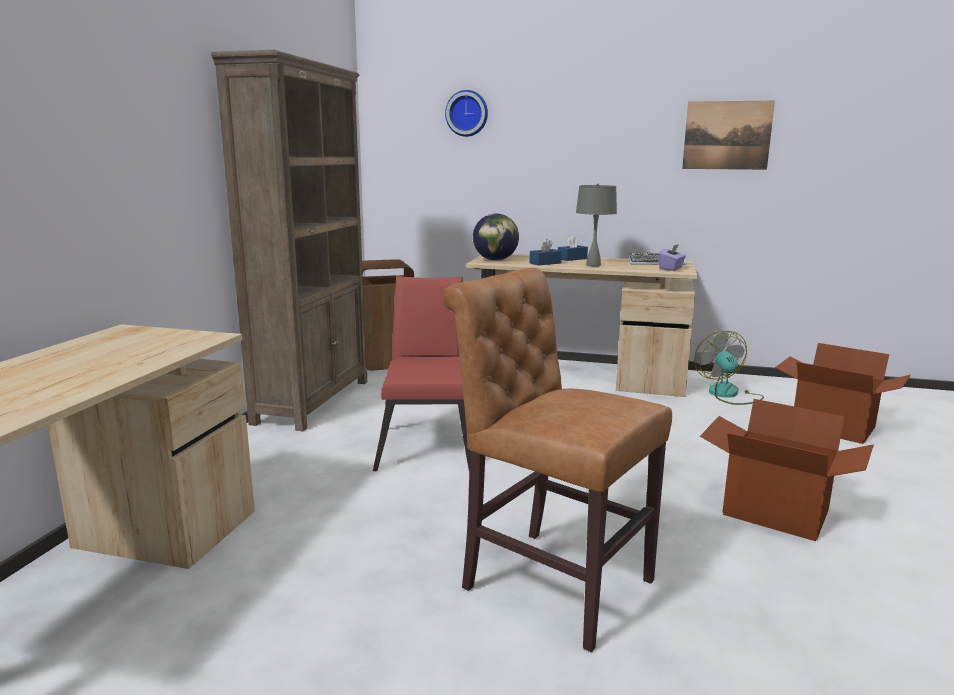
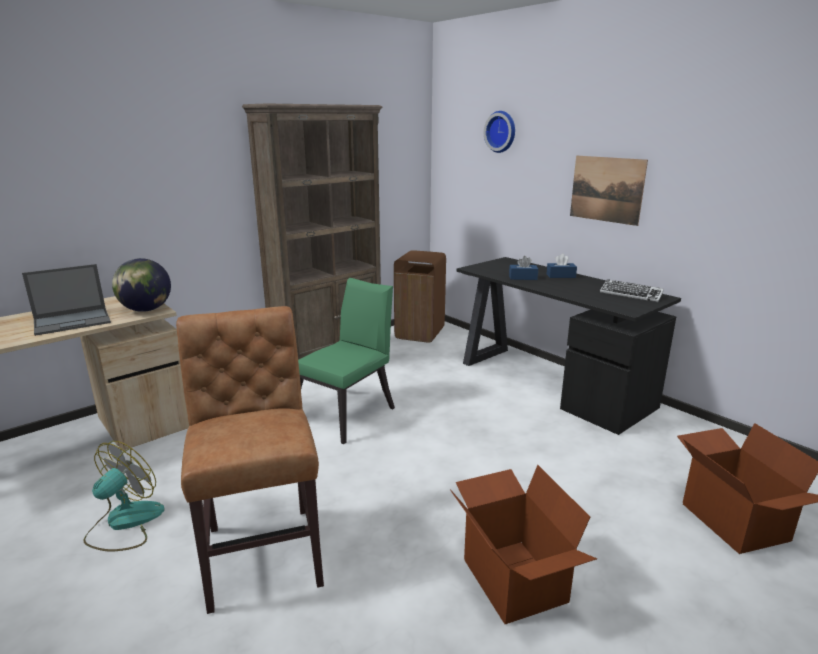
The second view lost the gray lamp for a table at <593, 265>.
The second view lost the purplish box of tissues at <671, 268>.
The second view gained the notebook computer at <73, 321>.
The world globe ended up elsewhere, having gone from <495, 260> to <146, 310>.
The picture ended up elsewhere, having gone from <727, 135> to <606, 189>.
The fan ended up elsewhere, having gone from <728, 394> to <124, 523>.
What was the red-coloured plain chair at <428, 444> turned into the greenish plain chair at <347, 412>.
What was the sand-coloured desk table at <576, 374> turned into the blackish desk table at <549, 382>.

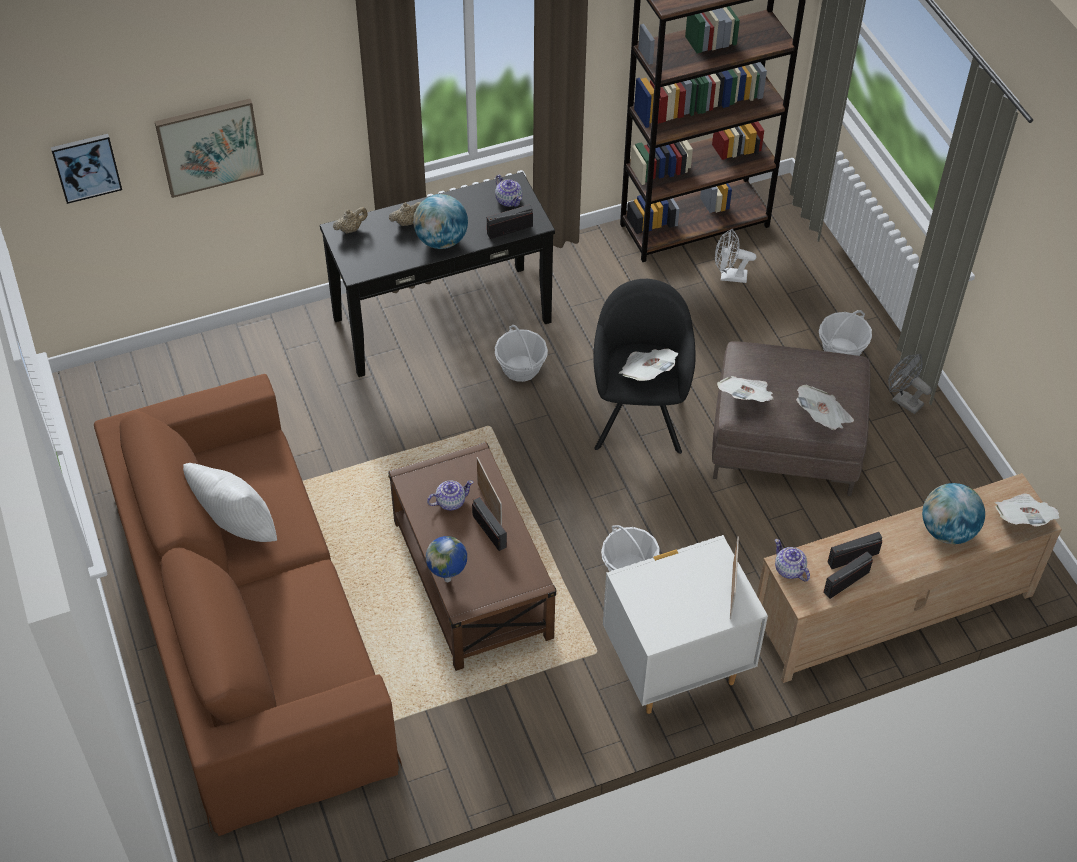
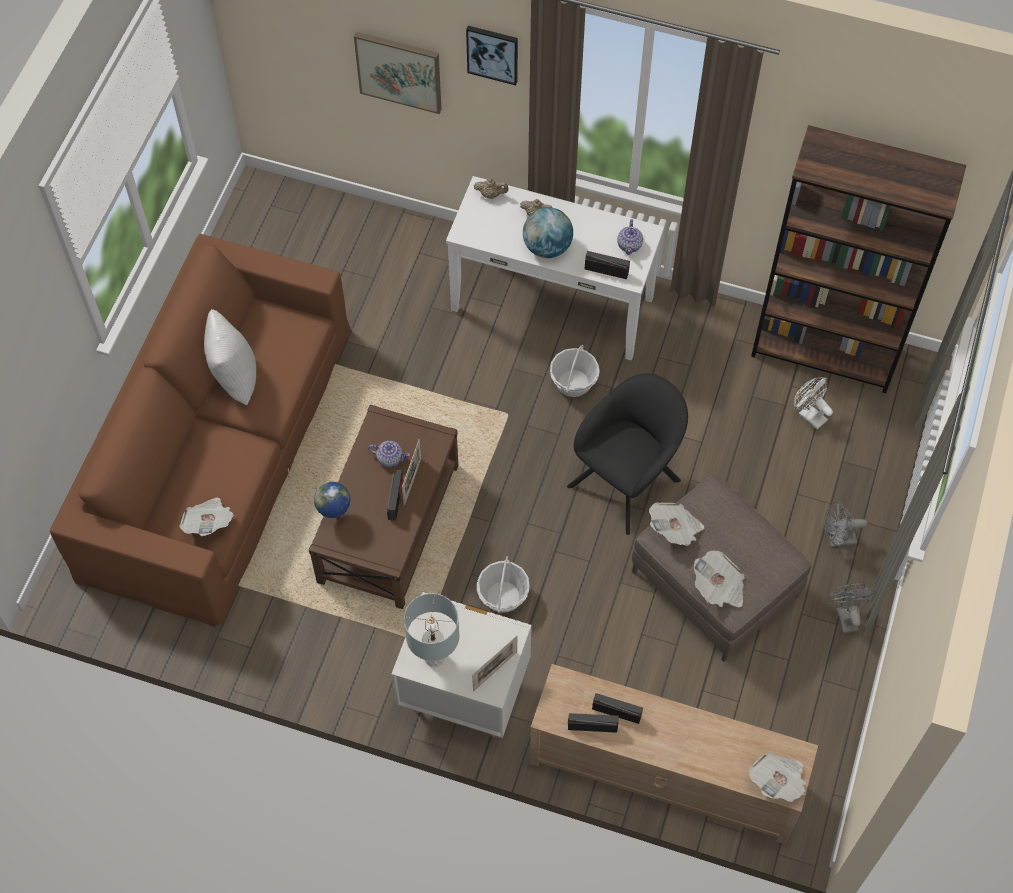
The second view lost the pot for tea at <789, 570>.
The second view lost the world globe at <947, 531>.
The second view gained the gray lamp for a table at <434, 657>.
The picture ended up elsewhere, having gone from <86, 167> to <493, 53>.
The newspaper ended up elsewhere, having gone from <647, 373> to <209, 523>.
Where the basket stood at <841, 351>, the gray fan came to stand at <837, 539>.
What was the blackish narrow table at <442, 319> turned into the whitish narrow table at <552, 303>.

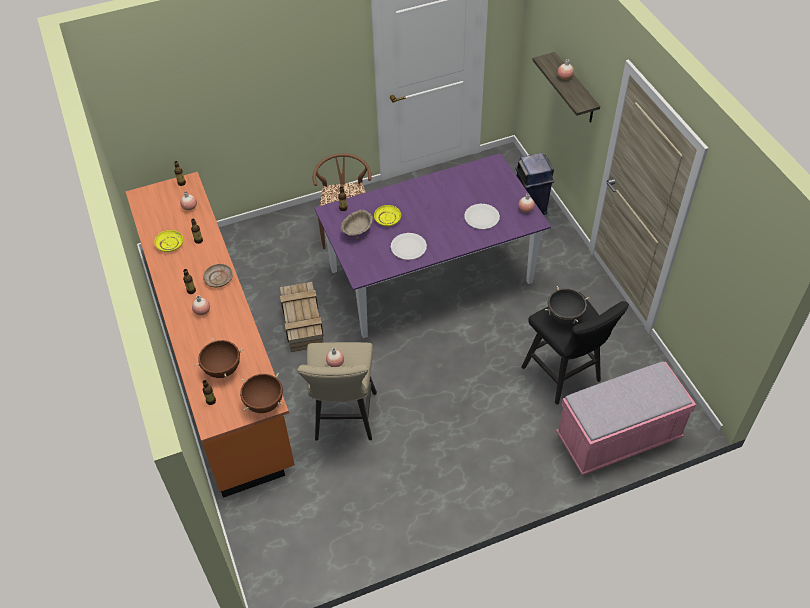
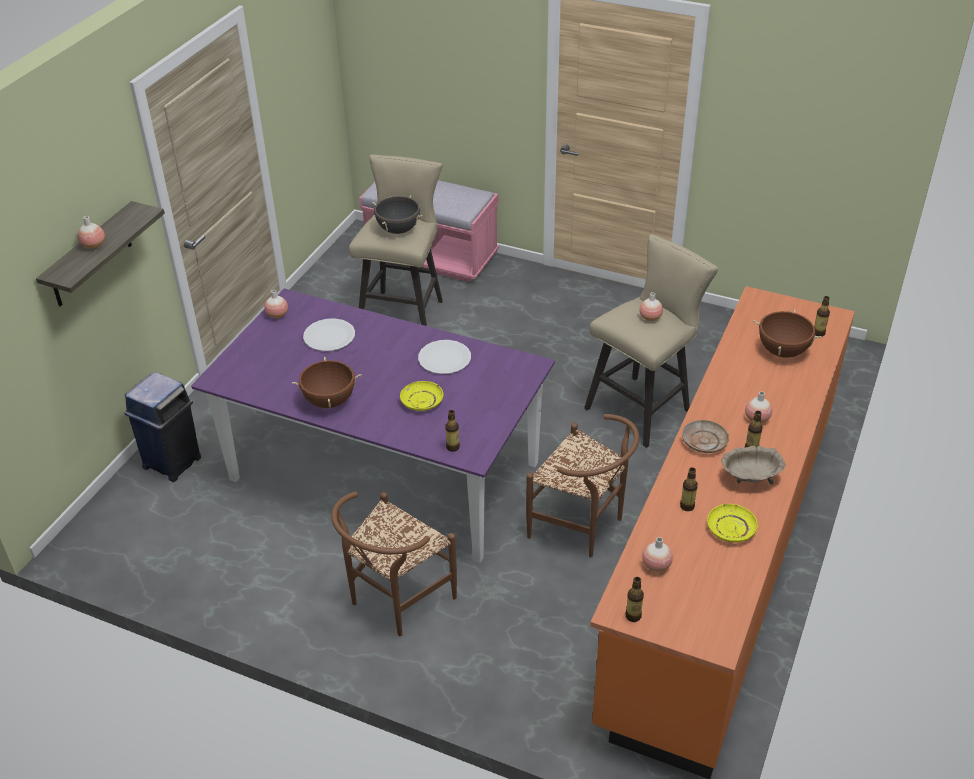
The brown cooking pot ended up elsewhere, having gone from <264, 403> to <329, 401>.
The sand-coloured deep dish ended up elsewhere, having gone from <357, 231> to <750, 478>.
Where the crate stood at <302, 321>, the brown plain chair came to stand at <583, 527>.
What was the blackish stool at <565, 377> turned into the sand-coloured stool at <404, 311>.

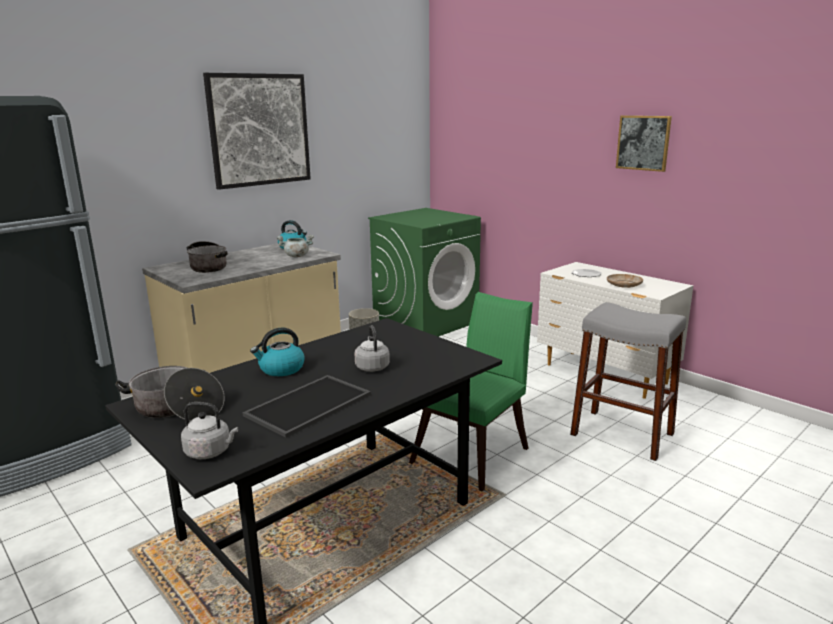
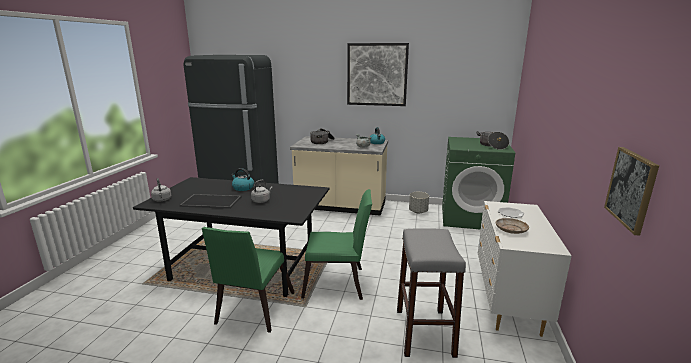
The second view gained the greenish plain chair at <253, 311>.
The cooking pot ended up elsewhere, having gone from <177, 409> to <492, 145>.
The picture ended up elsewhere, having gone from <643, 143> to <631, 188>.

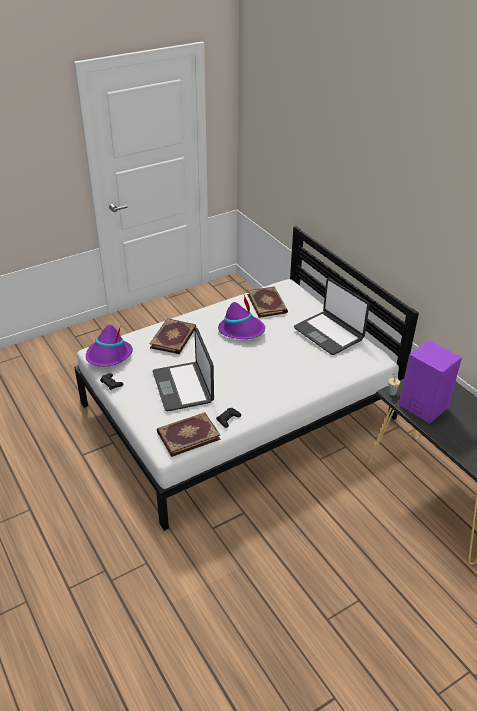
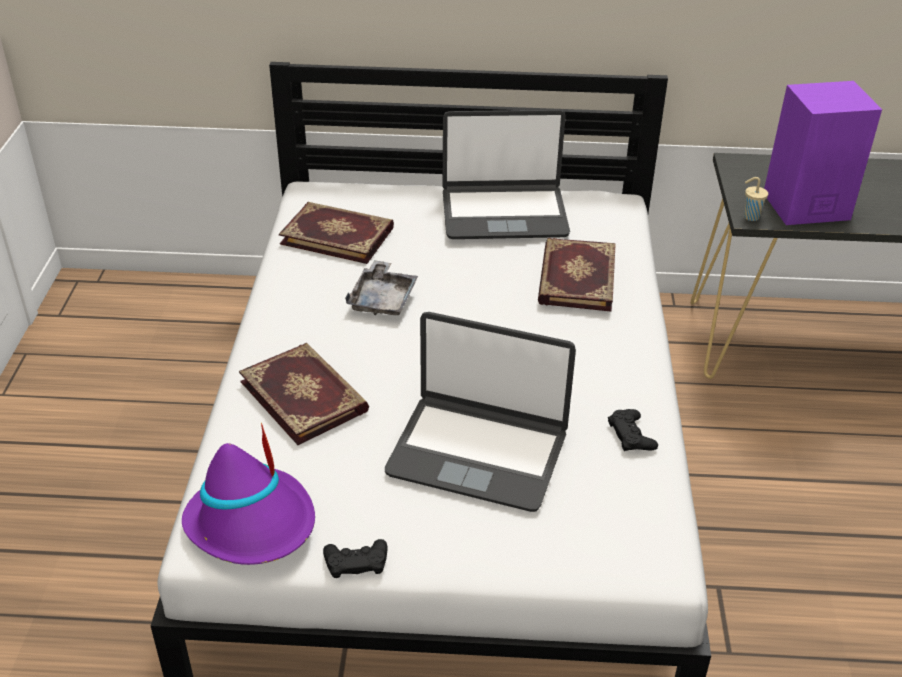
The volume ended up elsewhere, having gone from <188, 435> to <575, 278>.
Where the purplish hat stood at <242, 330>, the gray serving tray came to stand at <383, 299>.

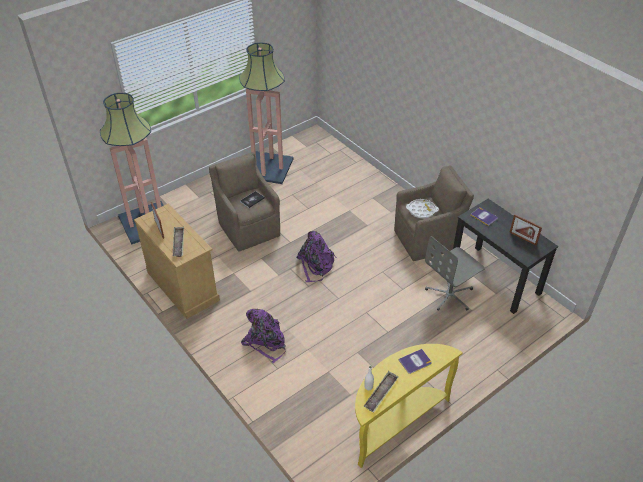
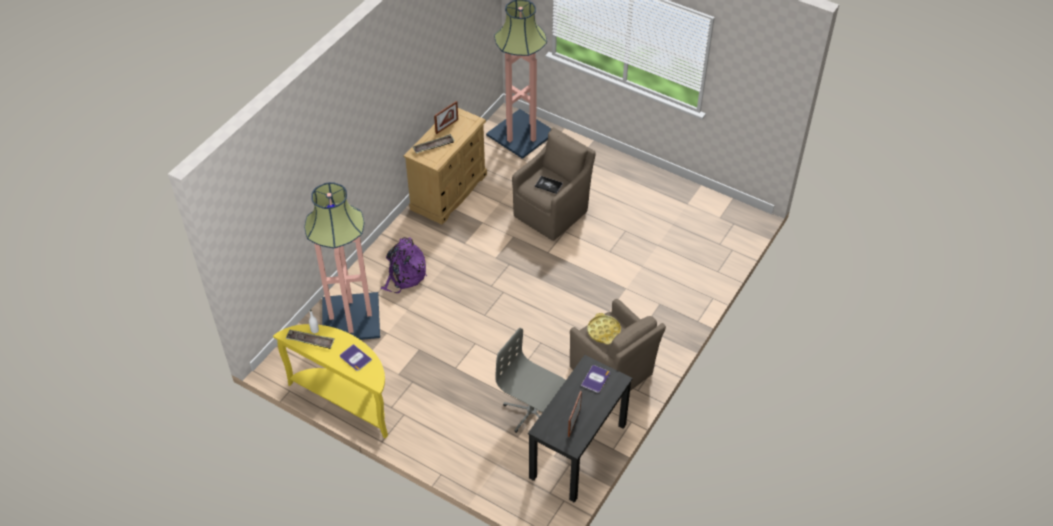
The second view lost the purplish knapsack at <315, 265>.
The floor lamp ended up elsewhere, having gone from <267, 167> to <351, 318>.
What was the whitish serving tray at <421, 211> turned into the yellowish serving tray at <603, 331>.

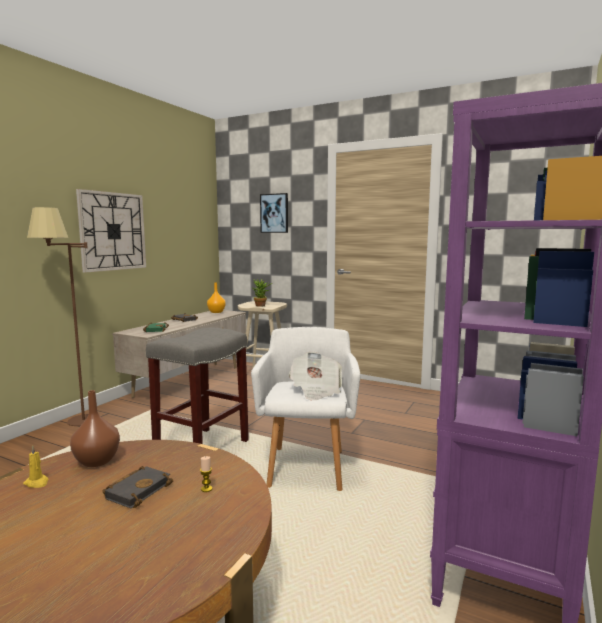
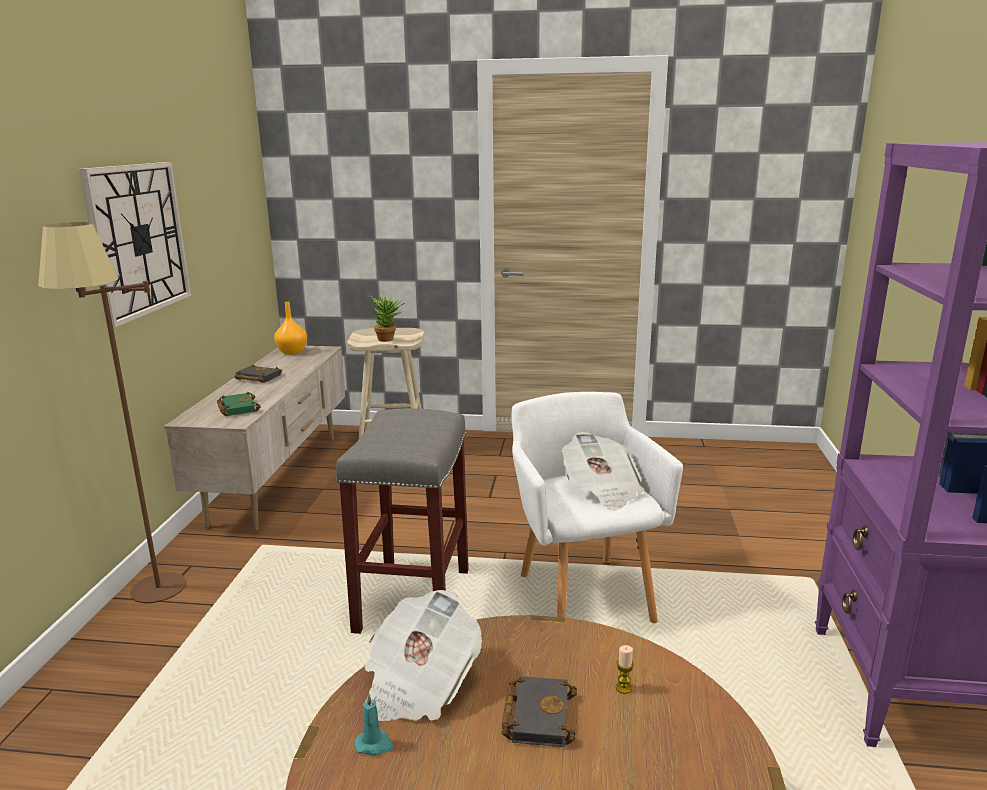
The second view lost the picture at <274, 213>.
Where the brown vase stood at <96, 462>, the newspaper came to stand at <418, 684>.
What was the yellowish candle at <37, 483> turned into the blue-green candle at <374, 744>.

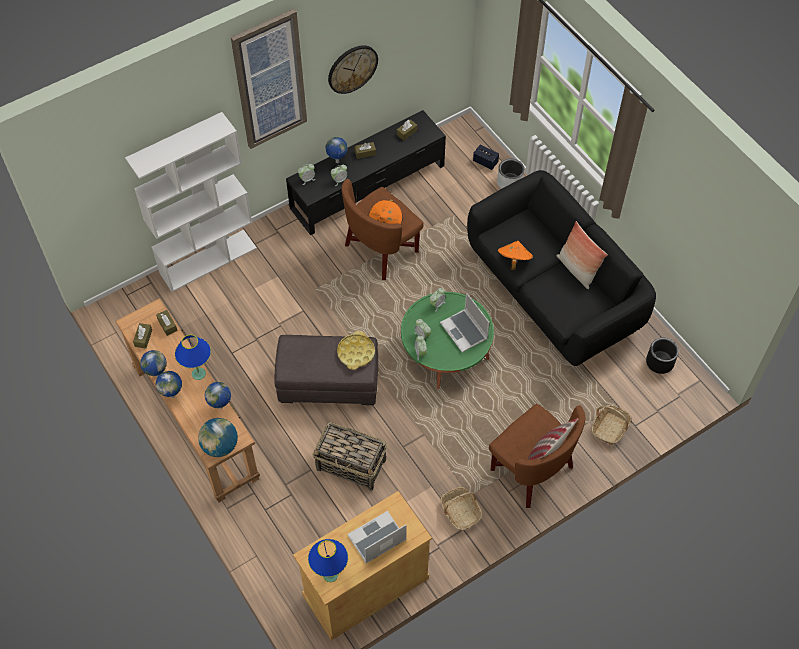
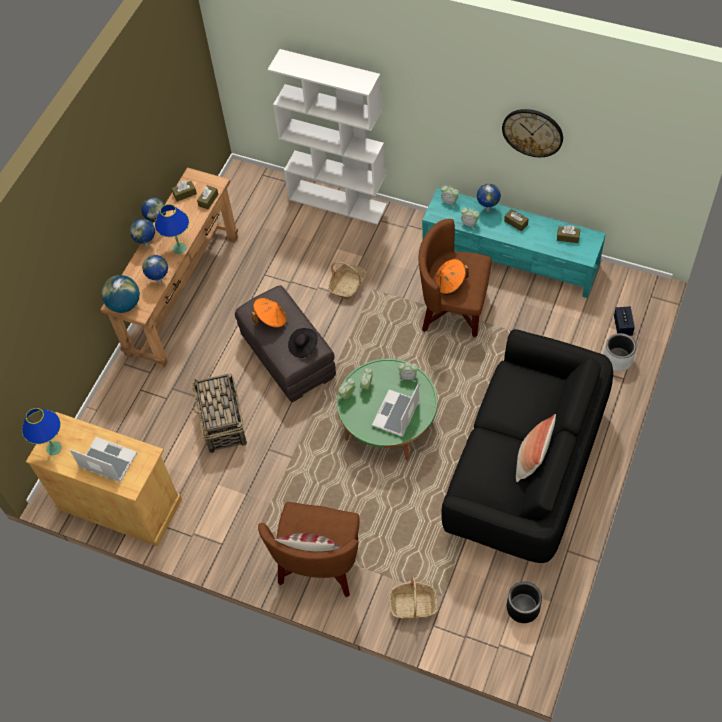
The second view lost the picture at <269, 80>.
The basket ended up elsewhere, having gone from <460, 512> to <347, 285>.
The orange-coloured hat ended up elsewhere, having gone from <514, 260> to <271, 319>.
Where the yellowish serving tray stood at <356, 353>, the blackish hat came to stand at <303, 346>.
What was the blackish tv stand at <368, 186> turned into the blue-green tv stand at <511, 258>.

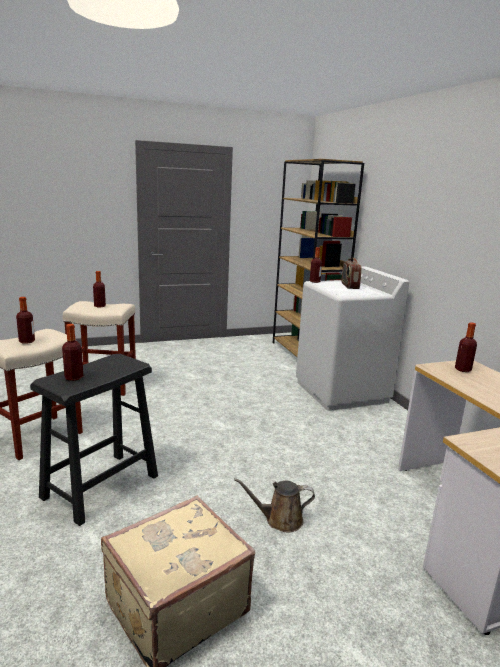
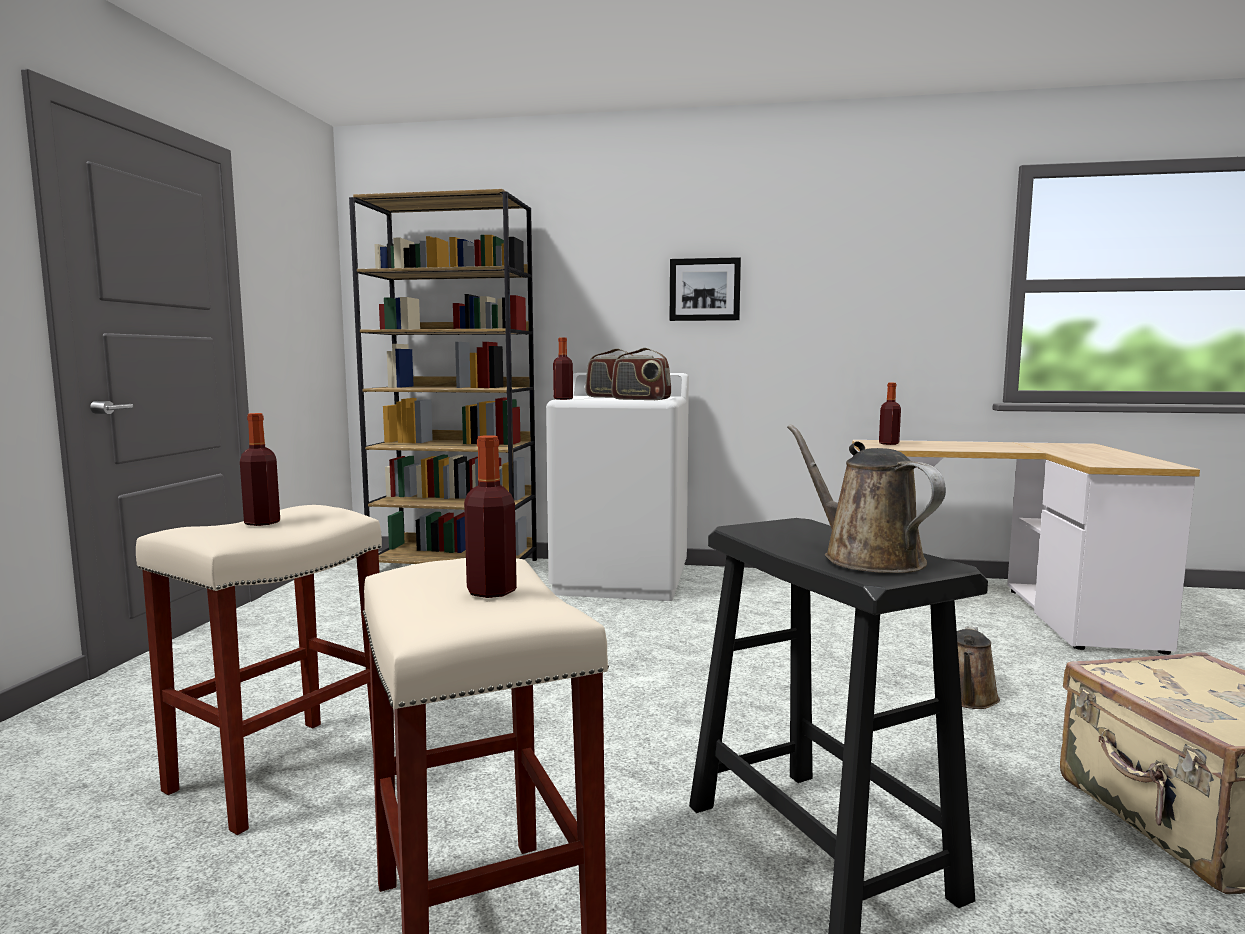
The second view gained the radio at <640, 399>.
The second view gained the picture at <704, 289>.
Where the beverage bottle stood at <74, 377>, the brown watering can came to stand at <865, 558>.

